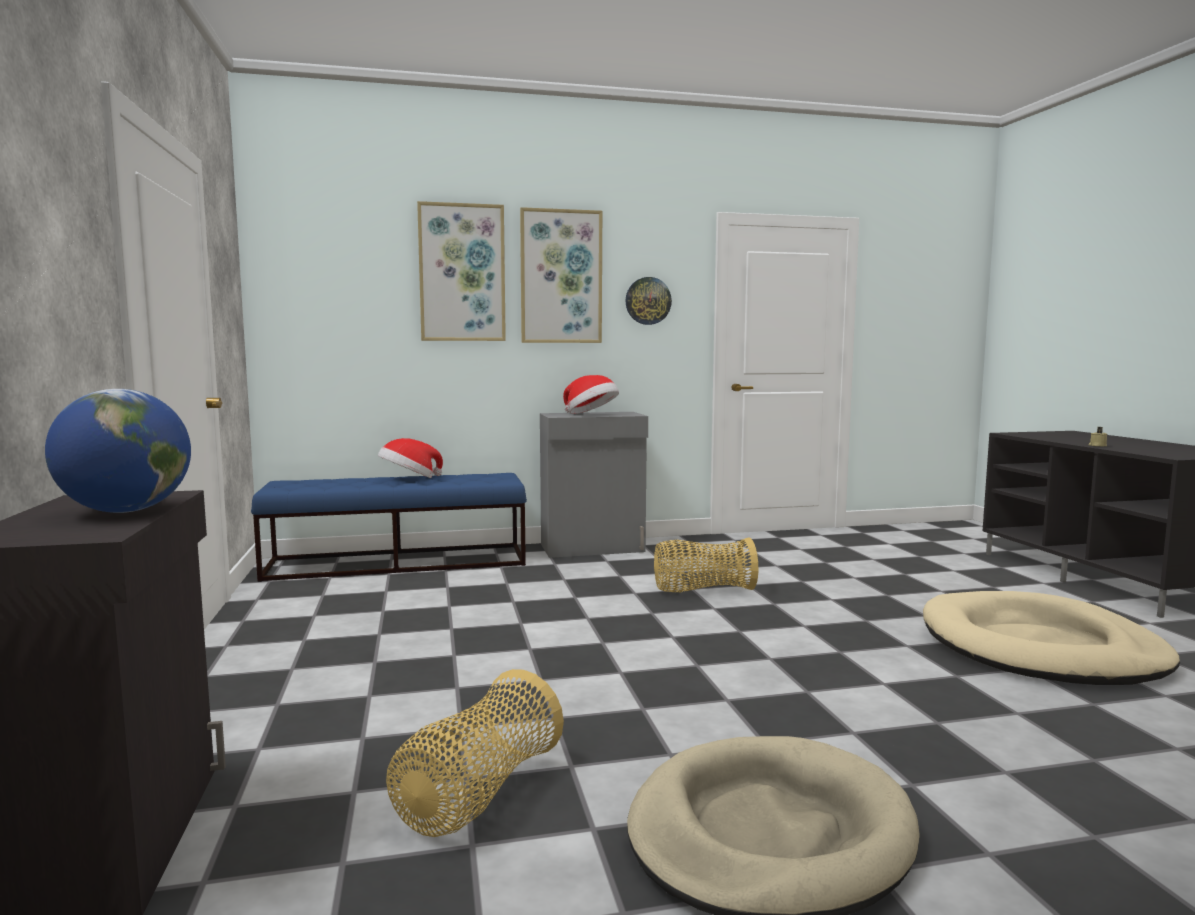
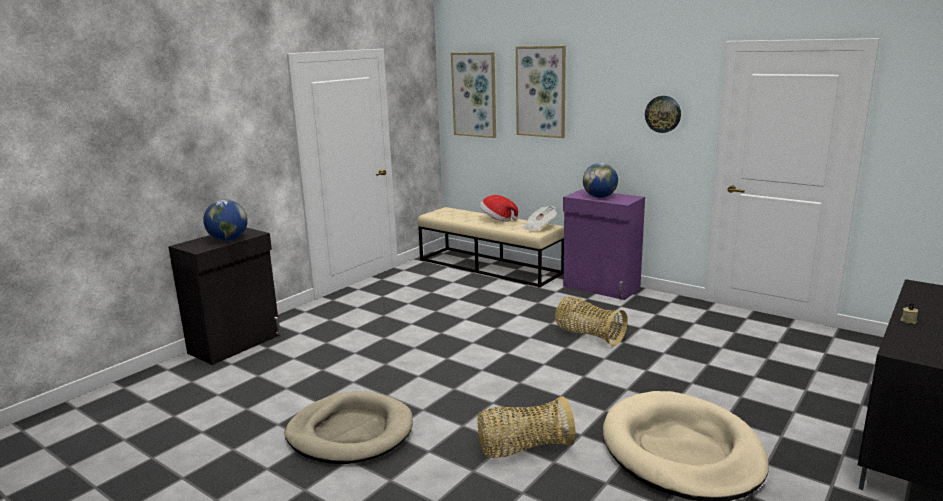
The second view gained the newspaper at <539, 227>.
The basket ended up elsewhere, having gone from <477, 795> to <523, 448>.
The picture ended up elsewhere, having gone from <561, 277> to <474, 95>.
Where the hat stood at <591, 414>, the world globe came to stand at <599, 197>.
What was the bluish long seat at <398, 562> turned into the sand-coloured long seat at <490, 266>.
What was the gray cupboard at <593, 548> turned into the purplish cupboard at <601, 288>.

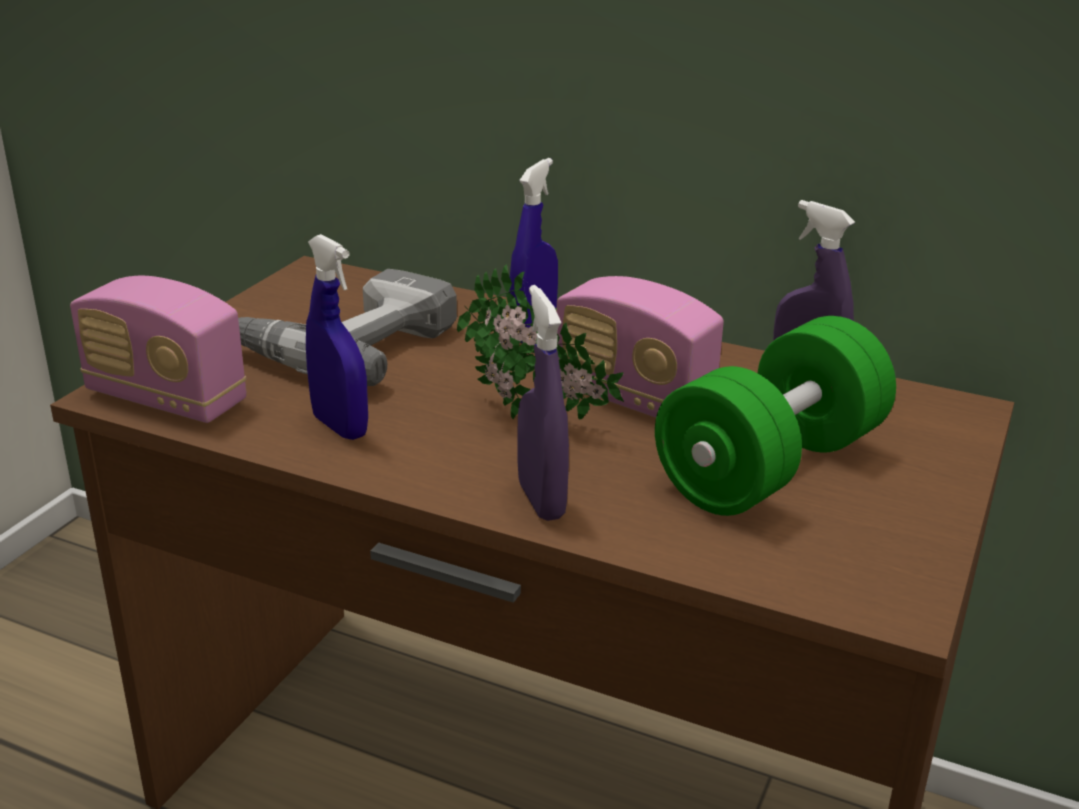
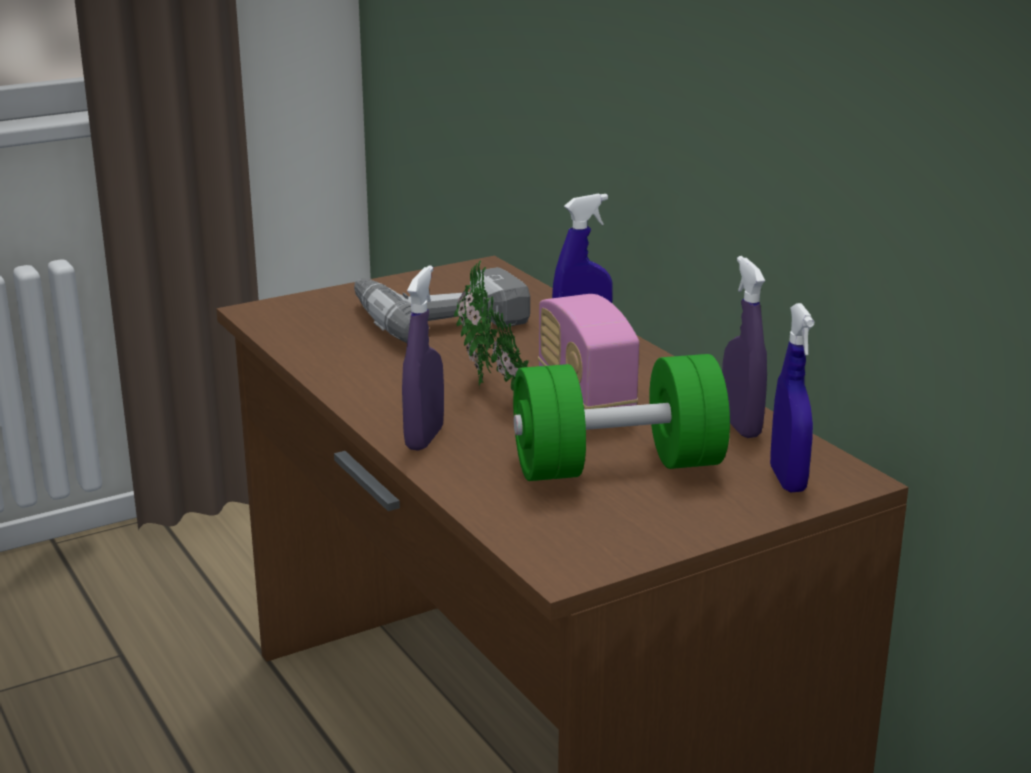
The second view lost the radio at <166, 399>.
The bluish spray bottle ended up elsewhere, having gone from <340, 427> to <787, 480>.

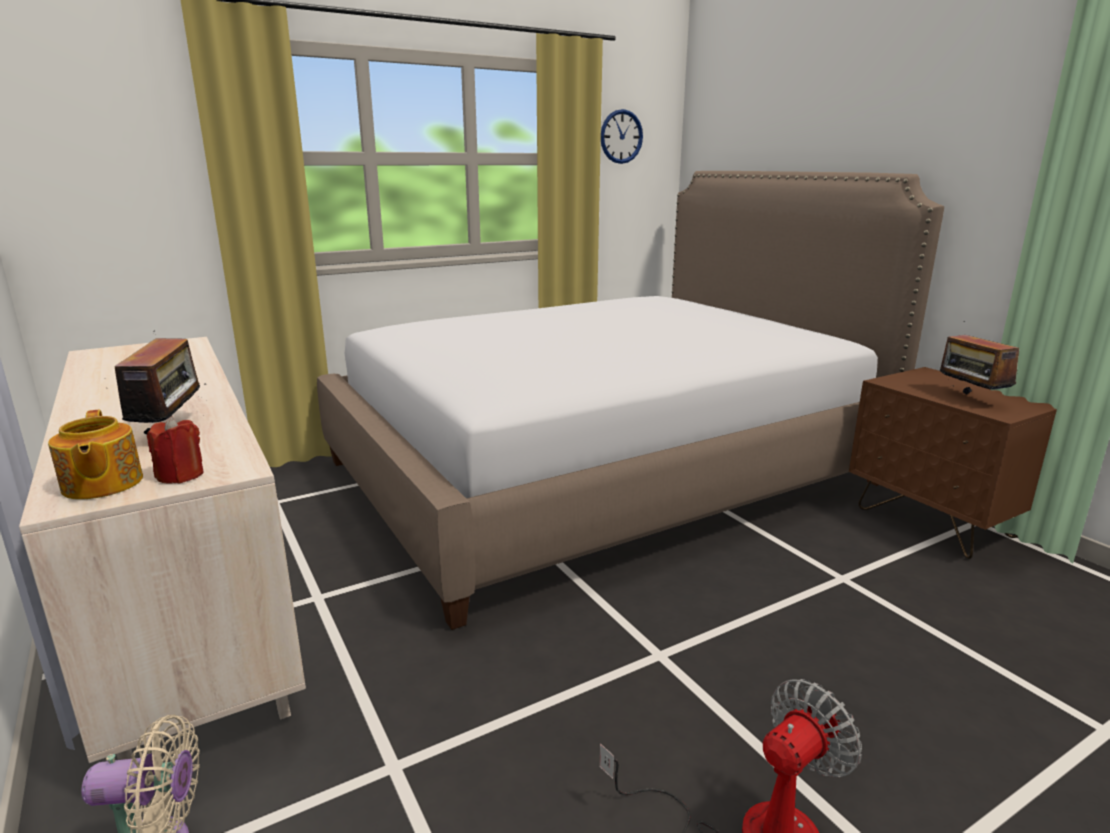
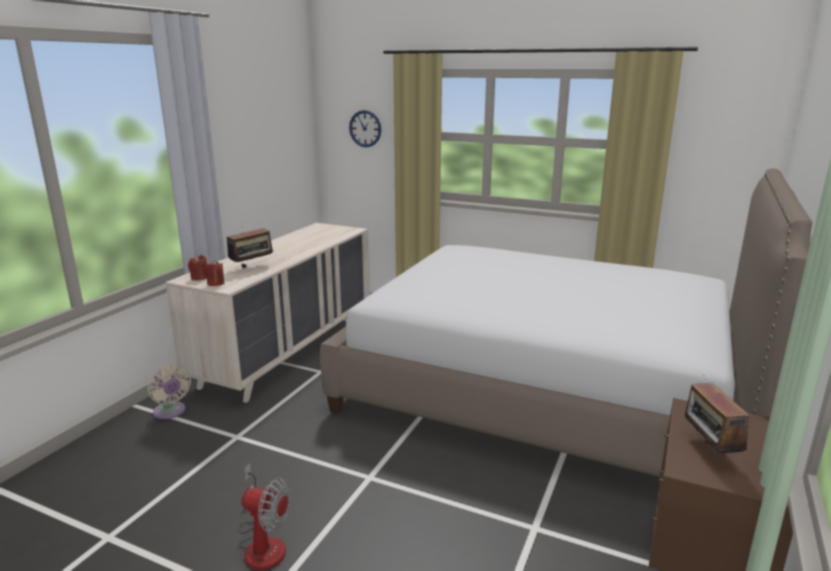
The clock on the wall ended up elsewhere, having gone from <621, 136> to <365, 128>.
Where the pot for tea stood at <101, 485>, the red-coloured candle came to stand at <199, 278>.
The radio at <970, 398> ended up facing another way, 45 degrees counterclockwise from before.

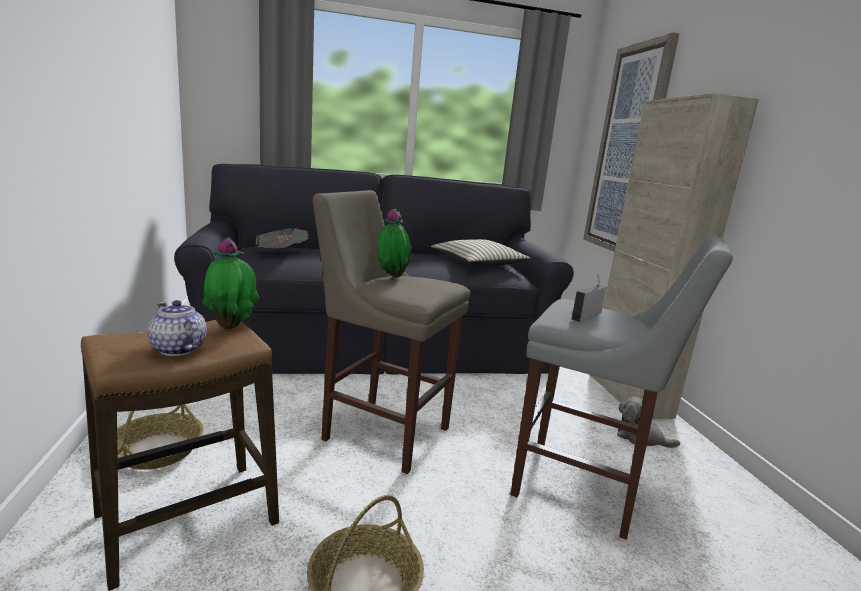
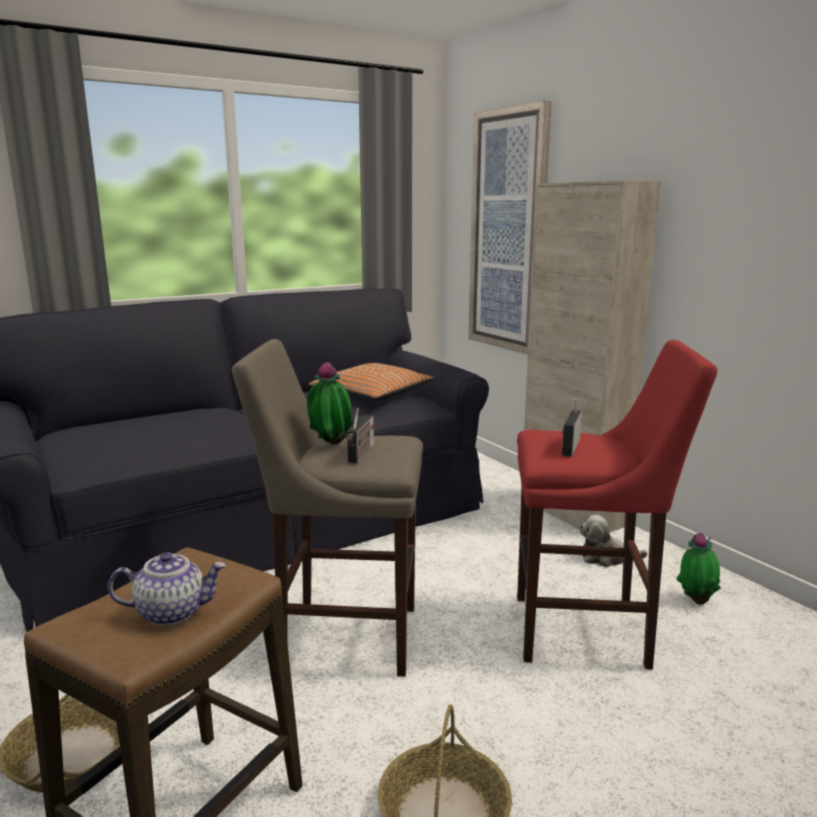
The second view lost the newspaper at <281, 253>.
The second view gained the radio at <361, 454>.
The houseplant ended up elsewhere, having gone from <232, 326> to <696, 600>.
What was the sand-coloured pillow at <478, 262> turned into the orange-coloured pillow at <371, 394>.
What was the gray stool at <584, 490> turned into the red-coloured stool at <588, 631>.
The pot for tea at <177, 349> ended up facing another way, 150 degrees clockwise from before.

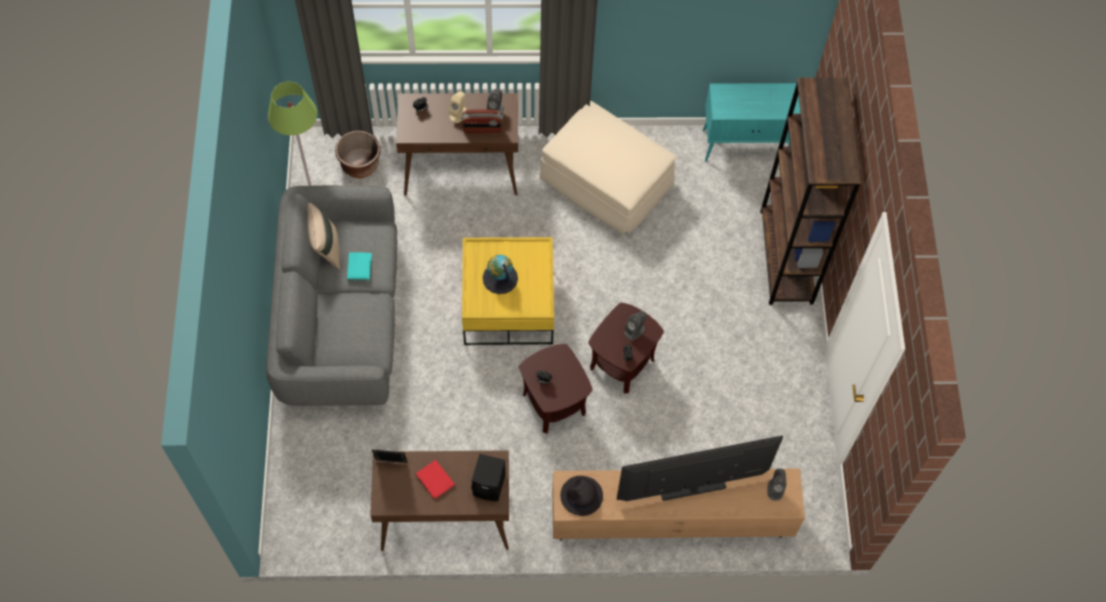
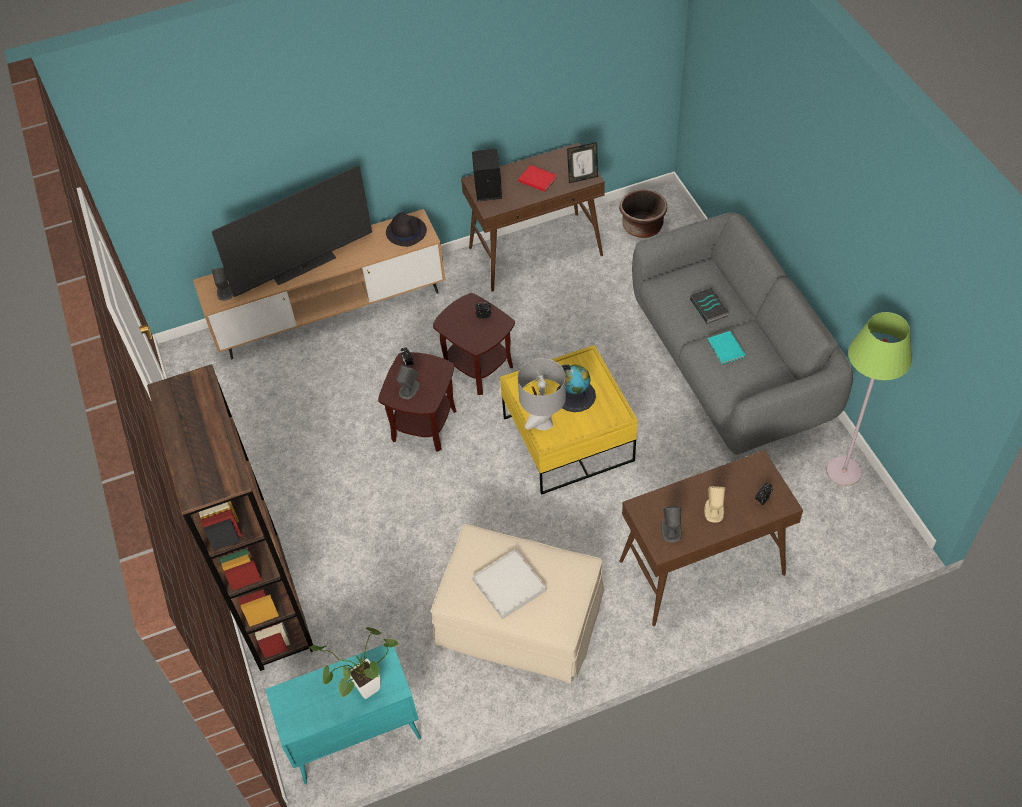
The second view lost the sand-coloured pillow at <326, 248>.
The second view lost the radio at <482, 129>.
The second view gained the houseplant at <363, 691>.
The second view gained the whitish serving tray at <509, 585>.
The second view gained the gray lamp for a table at <543, 423>.
The second view gained the volume at <709, 308>.
The brown plant pot ended up elsewhere, having gone from <360, 164> to <642, 227>.

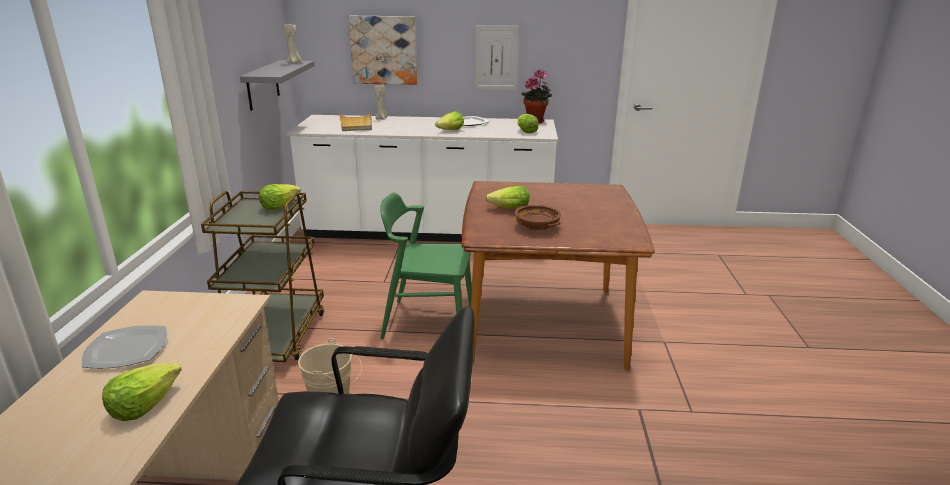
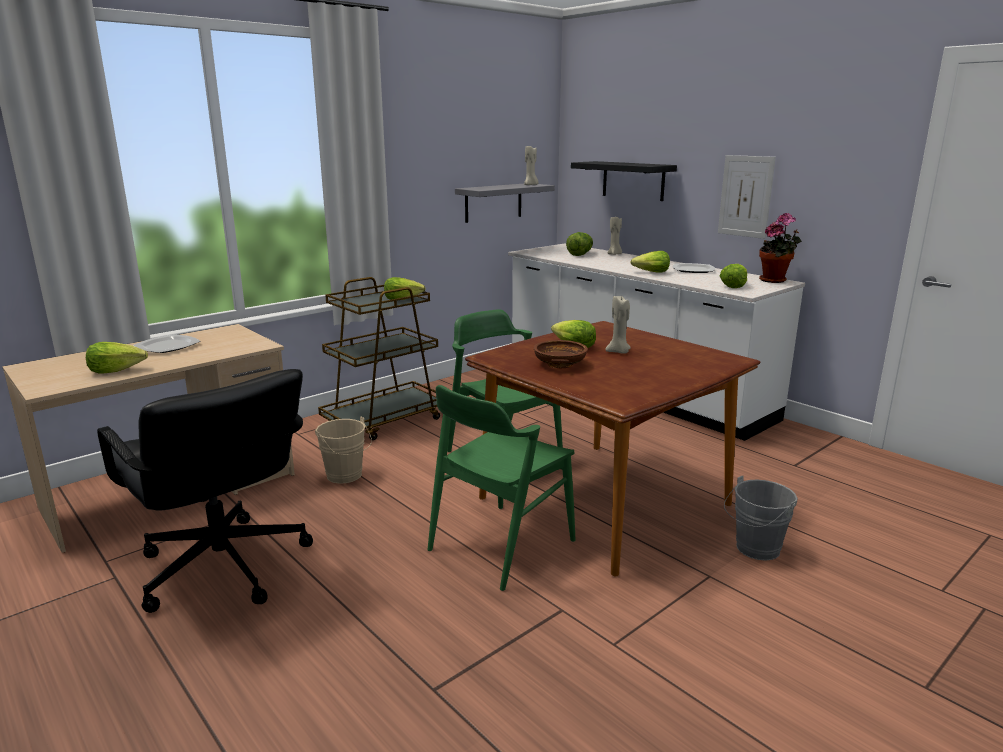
The second view gained the greenish plain chair at <501, 545>.
The second view gained the sand-coloured candle at <618, 352>.
The second view gained the gray water bucket at <754, 550>.
Where the sand-coloured serving tray stood at <356, 124>, the head of lettuce came to stand at <580, 254>.
Where the picture hung at <384, 50>, the blackish bracket shelf came to hang at <633, 180>.

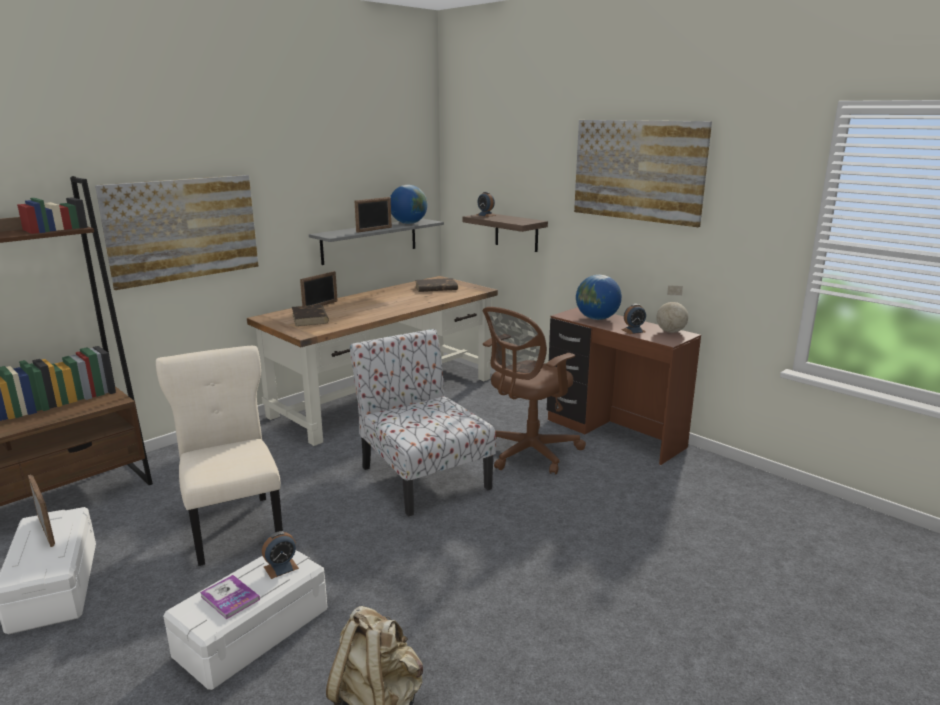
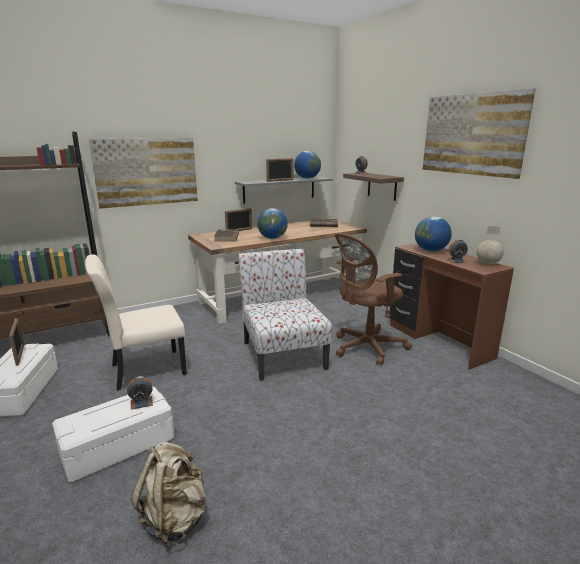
The second view lost the volume at <230, 598>.
The second view gained the world globe at <272, 238>.
The sand-coloured plain chair at <235, 526> ended up facing another way, 105 degrees counterclockwise from before.

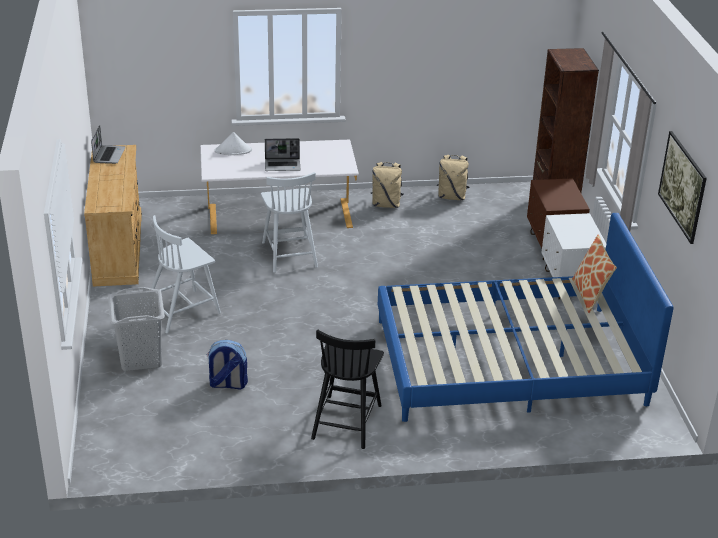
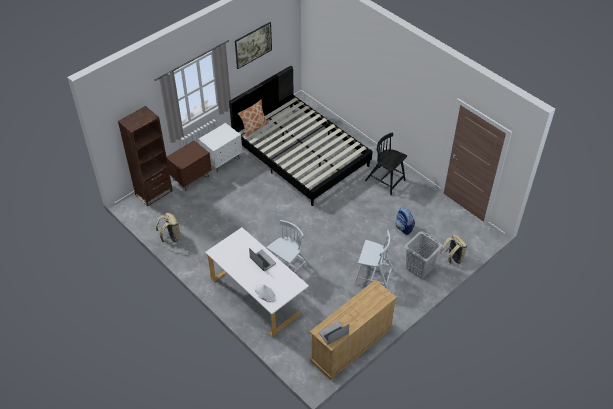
The sand-coloured knapsack ended up elsewhere, having gone from <386, 204> to <452, 259>.
What was the bluish bed at <509, 362> turned into the blackish bed at <301, 154>.
The blackish plain chair at <346, 421> ended up facing another way, 120 degrees counterclockwise from before.

